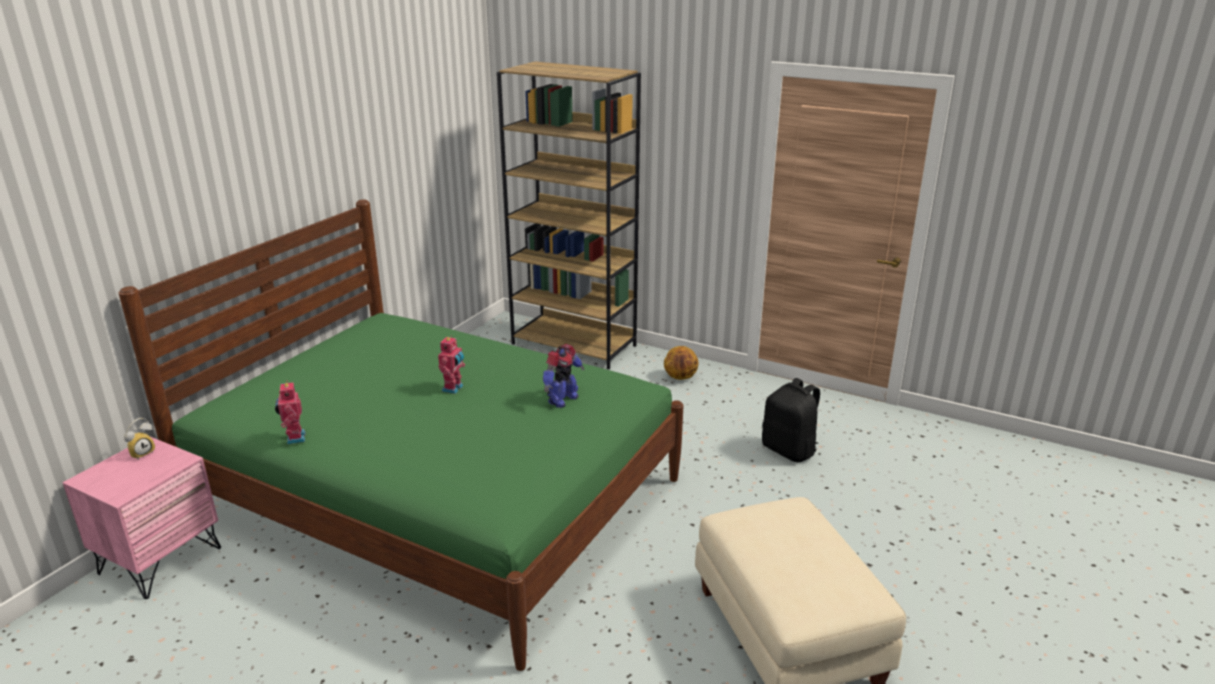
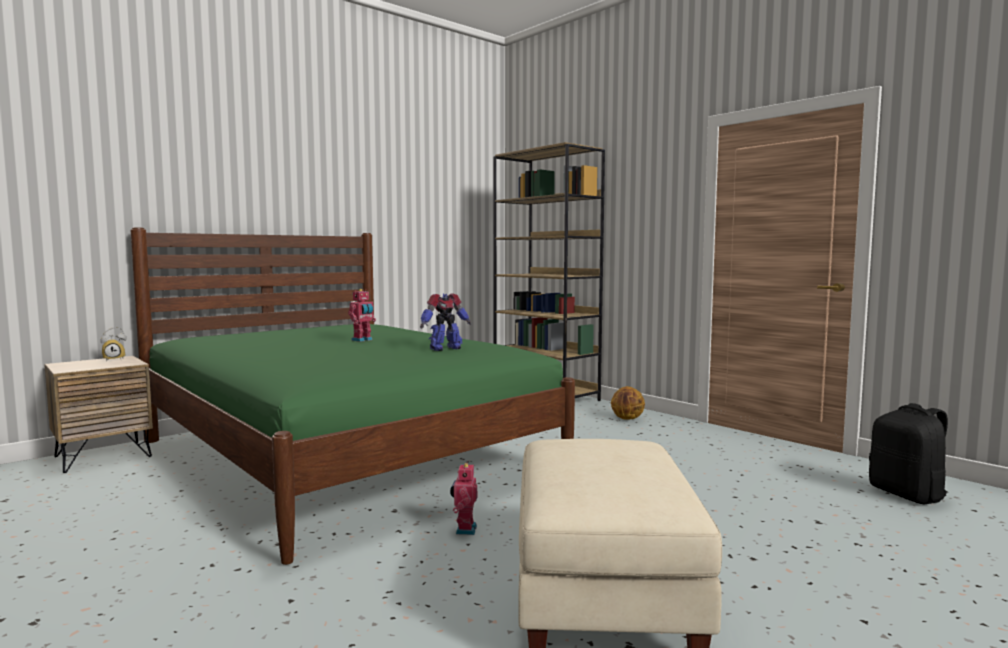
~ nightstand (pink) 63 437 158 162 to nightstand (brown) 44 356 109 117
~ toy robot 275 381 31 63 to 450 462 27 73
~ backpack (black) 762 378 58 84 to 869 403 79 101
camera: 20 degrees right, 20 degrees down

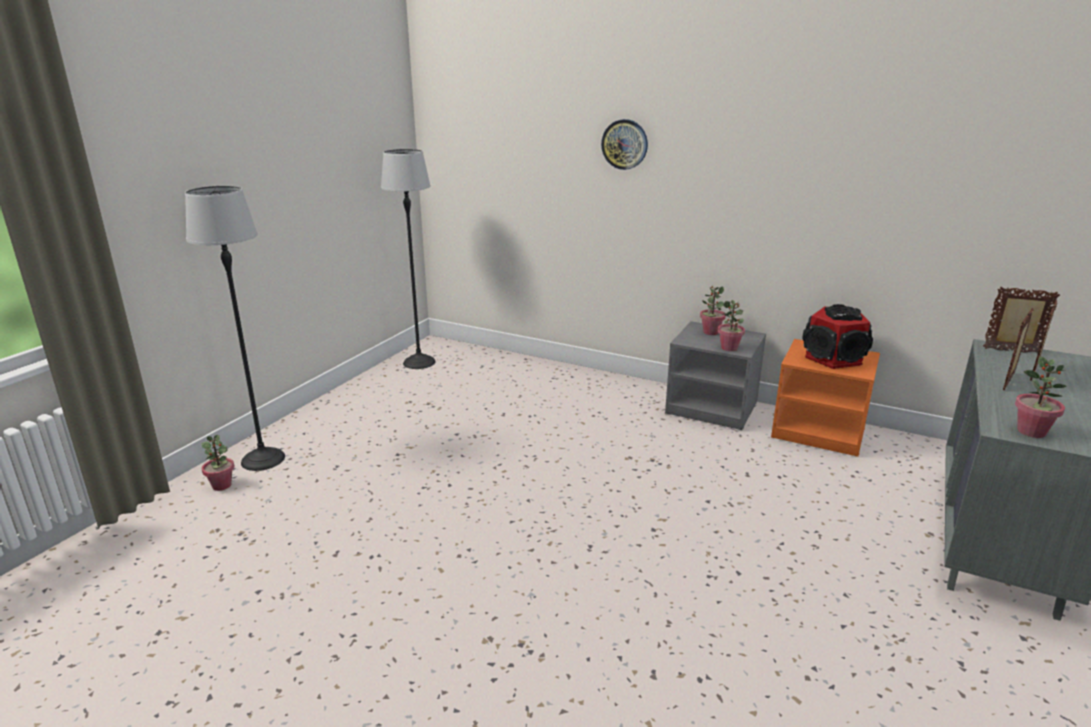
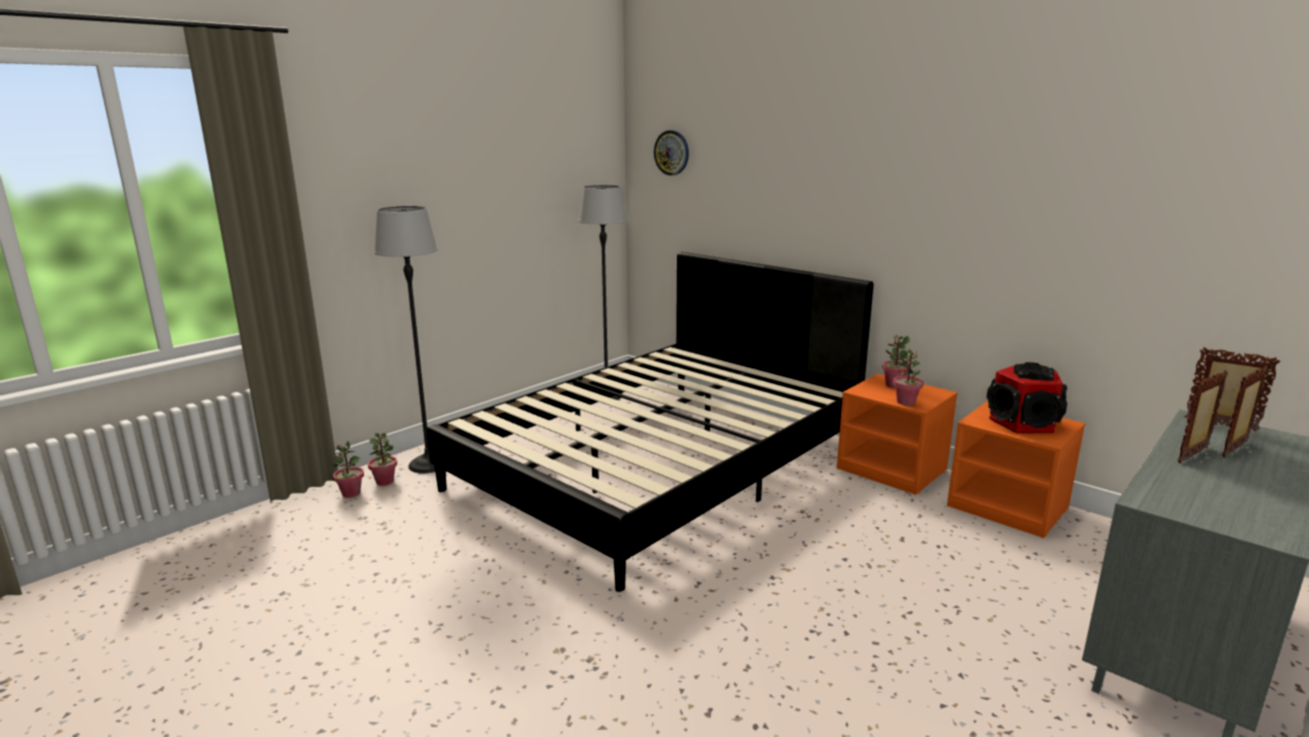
~ potted plant 1015 356 51 82 to 332 440 32 58
+ bed (black) 427 252 447 340
~ wall clock 601 119 47 51 to 654 130 35 46
~ nightstand (grey) 665 321 101 109 to nightstand (orange) 837 374 121 121
camera: 15 degrees right, 5 degrees down

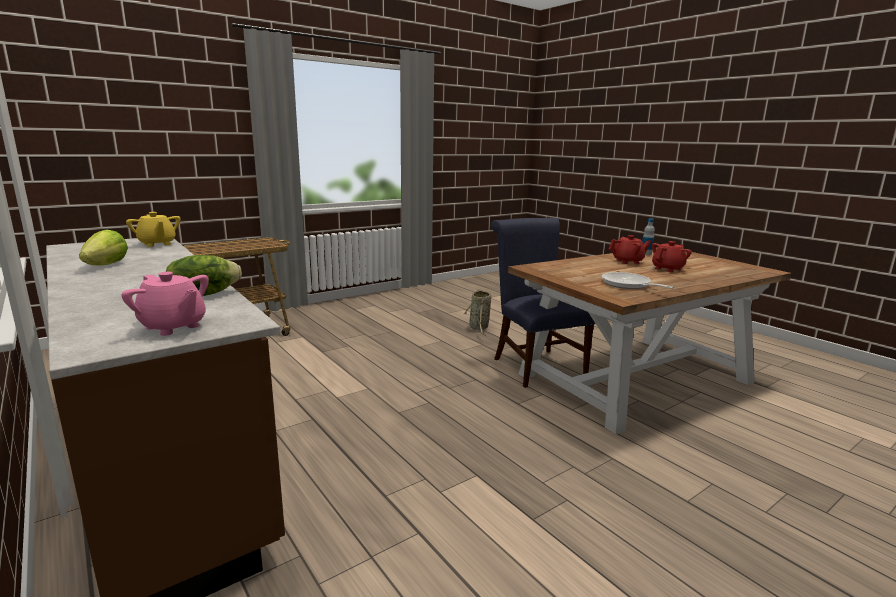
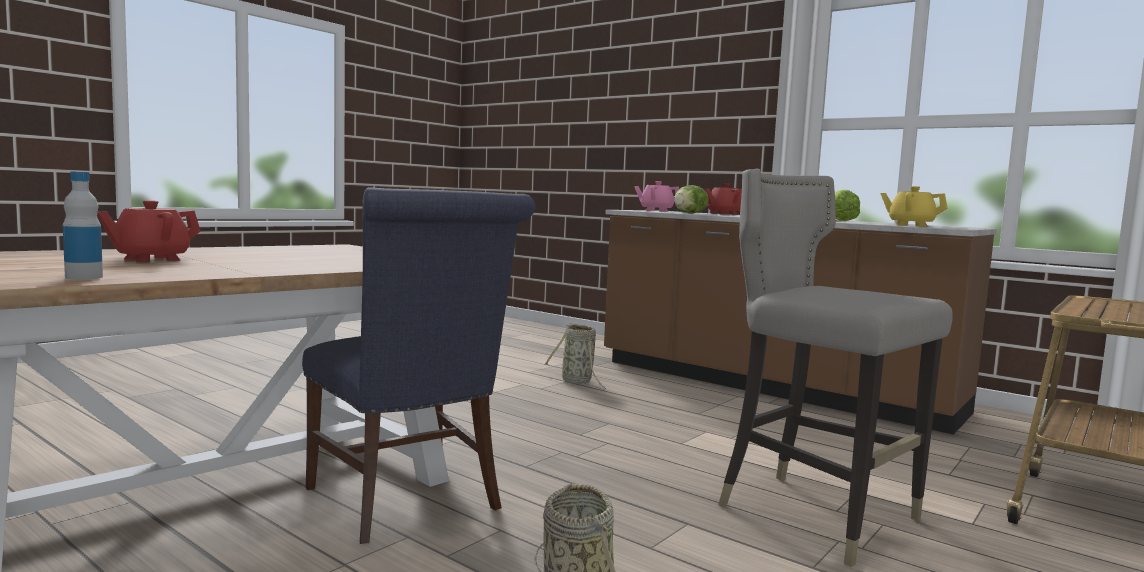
+ basket 544 323 62 67
~ teapot (red) 609 235 42 29 to 704 183 38 32
+ stool (grey) 718 169 235 398
- frying pan 602 272 72 17
camera: 165 degrees right, 10 degrees down

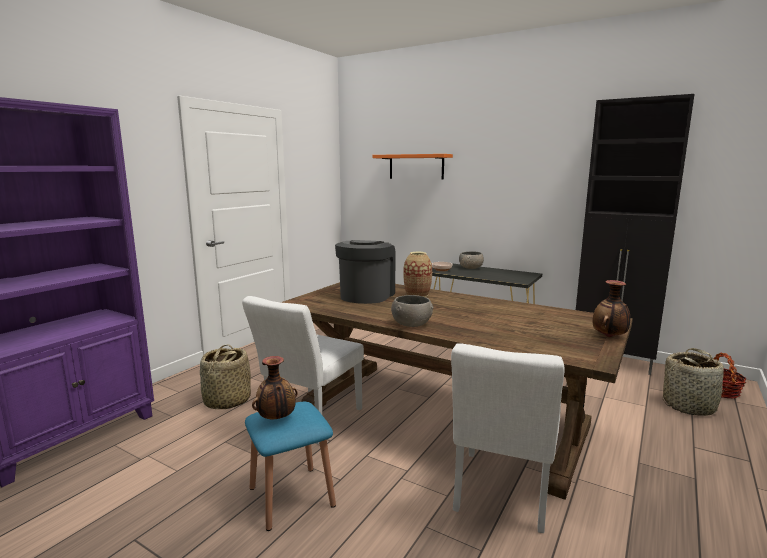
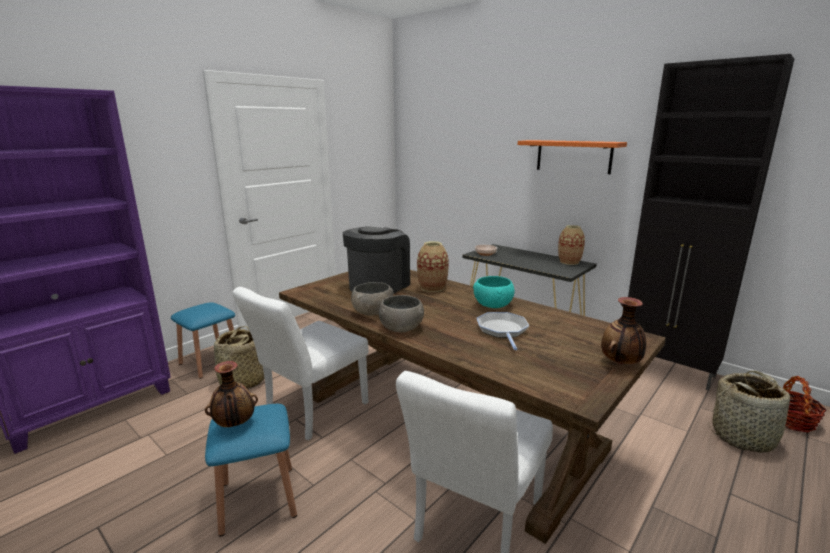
+ stool (blue) 171 302 64 77
~ bowl (grey) 459 251 25 18 to 351 282 43 33
+ bowl (turquoise) 473 276 42 32
+ frying pan 477 312 52 38
~ shelf (orange) 372 154 81 25 to 518 140 109 34
+ vase 558 225 27 40
camera: 10 degrees right, 5 degrees up

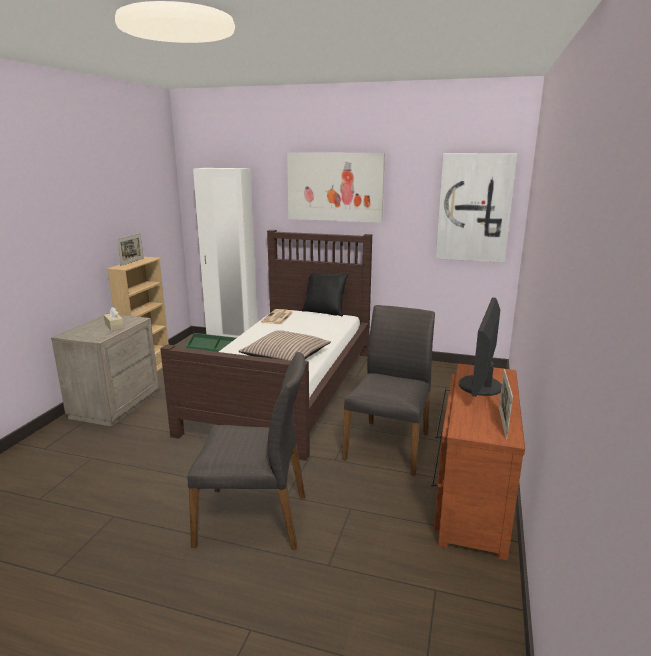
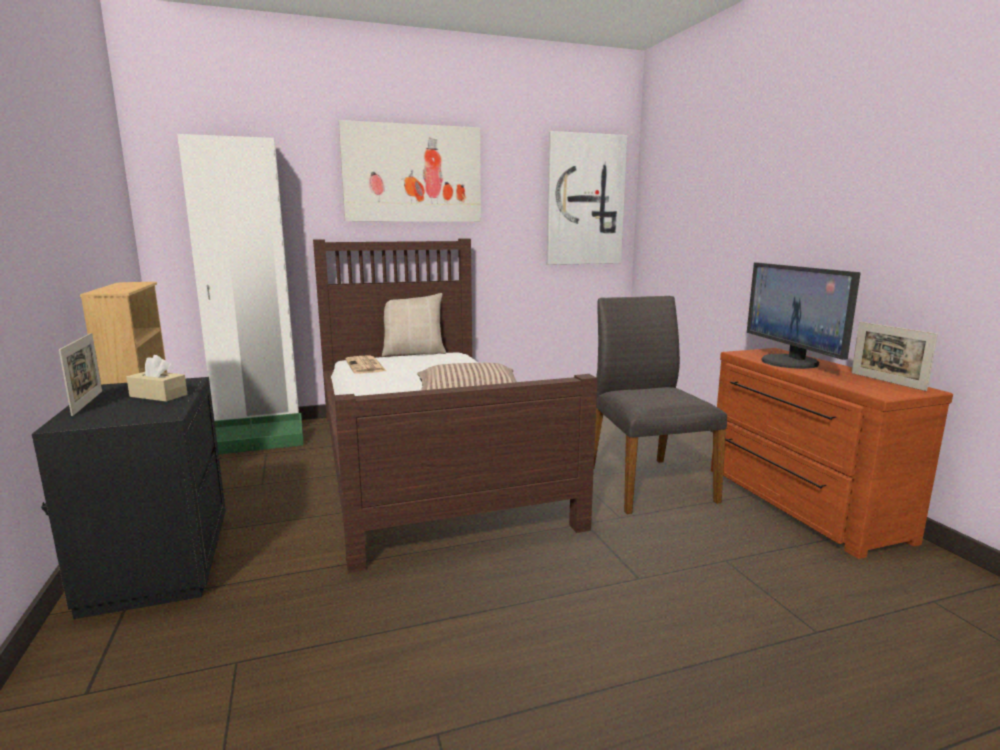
~ nightstand (beige) 51 314 108 112 to nightstand (black) 32 377 194 242
~ picture frame 117 233 27 33 to 59 333 43 83
~ pillow (black) 302 273 46 43 to pillow (beige) 382 293 64 64
- chair (grey) 187 352 119 198
camera: 35 degrees left, 5 degrees down

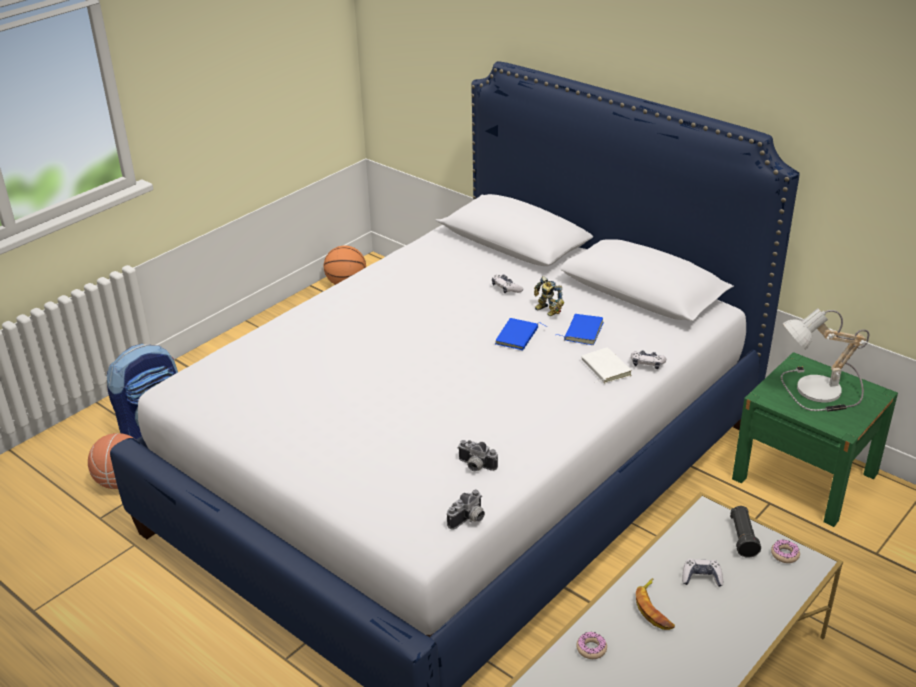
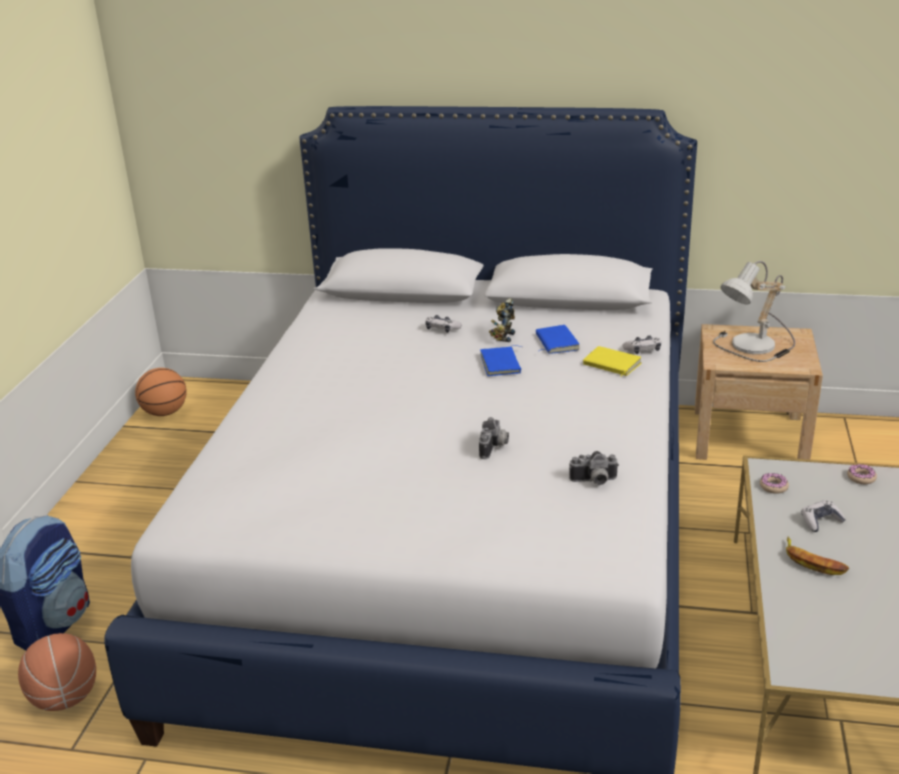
~ photo camera 447 489 38 40 to 479 417 30 42
~ toy robot 534 276 30 40 = 489 298 26 44 90 degrees clockwise
~ book (white) 581 347 51 36 to book (yellow) 583 346 59 31
~ nightstand (green) 732 352 166 175 to nightstand (beige) 695 324 128 136
~ donut 576 632 31 27 to 760 473 29 21
- flashlight (black) 730 506 31 52
camera: 30 degrees left, 5 degrees down

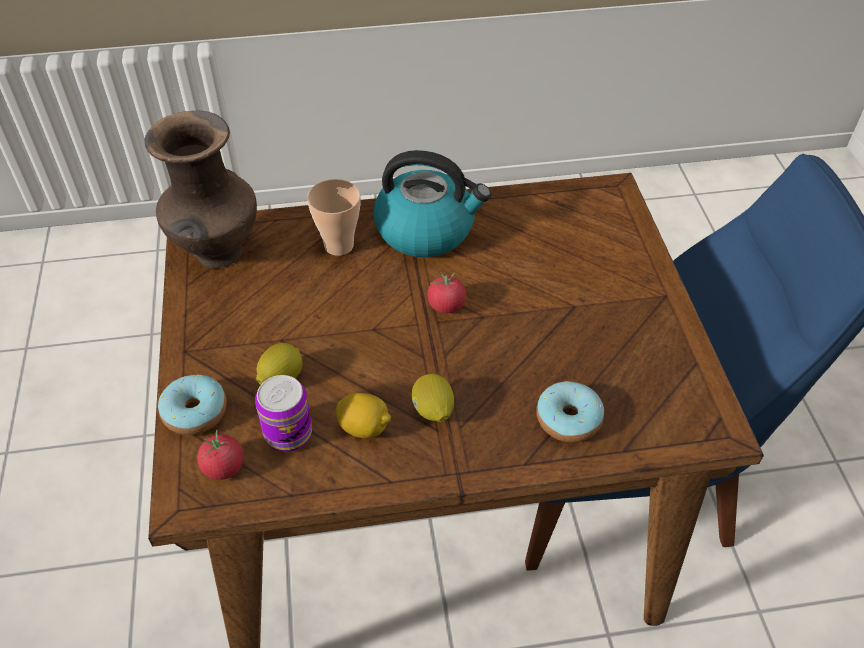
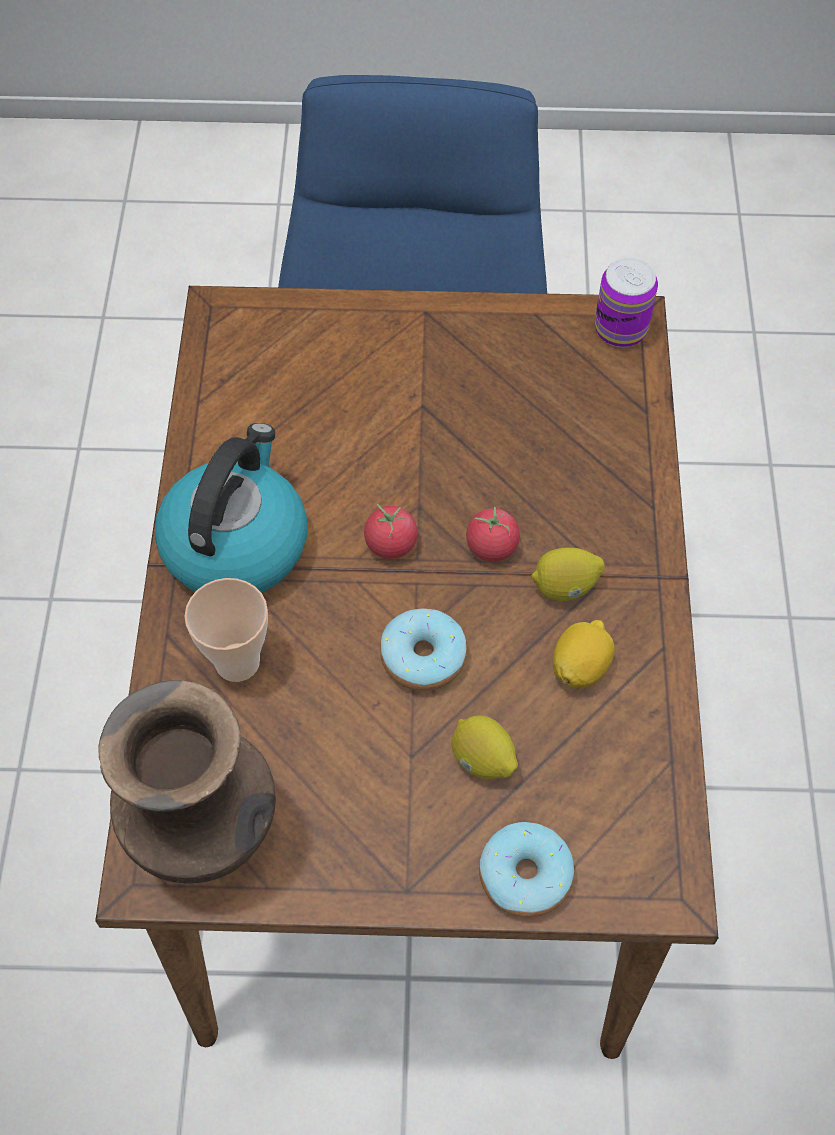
~ donut 536 381 68 61 to 380 608 87 83
~ tomato 197 430 47 50 to 466 507 54 55
~ can 255 375 57 77 to 595 258 63 89
camera: 80 degrees left, 10 degrees up

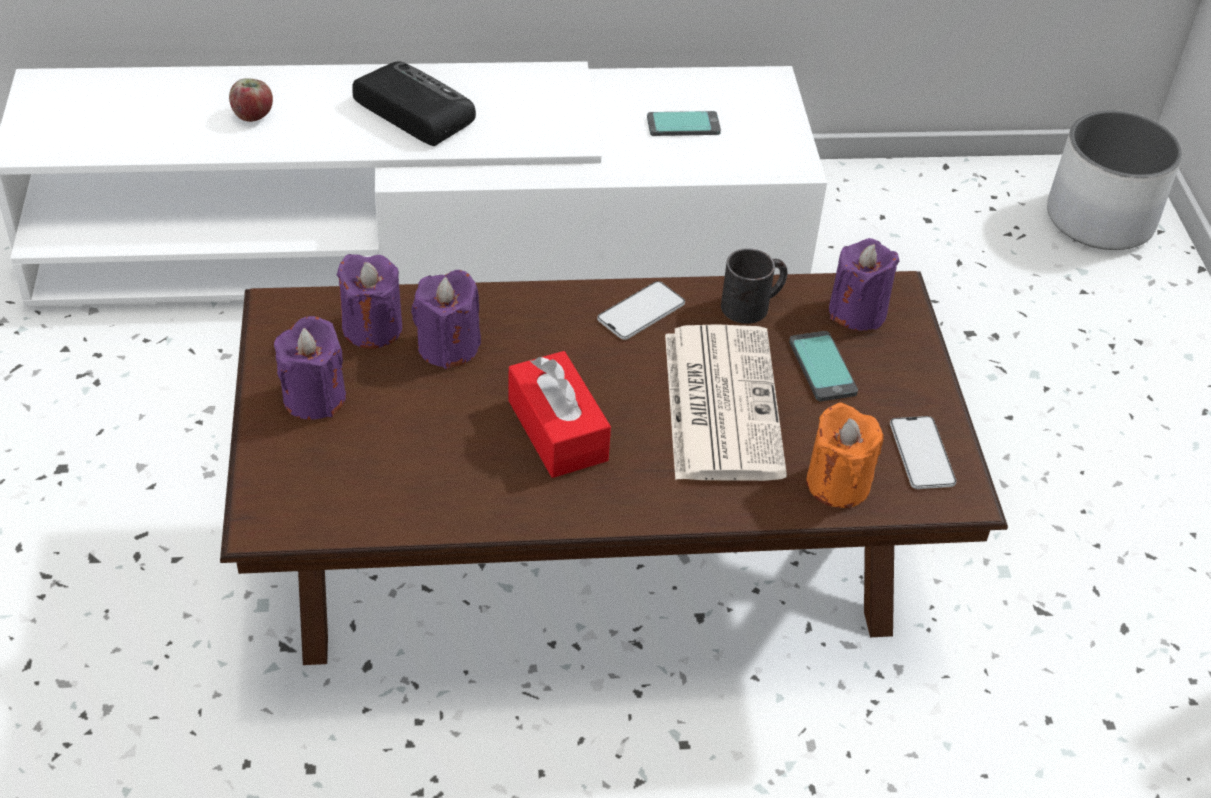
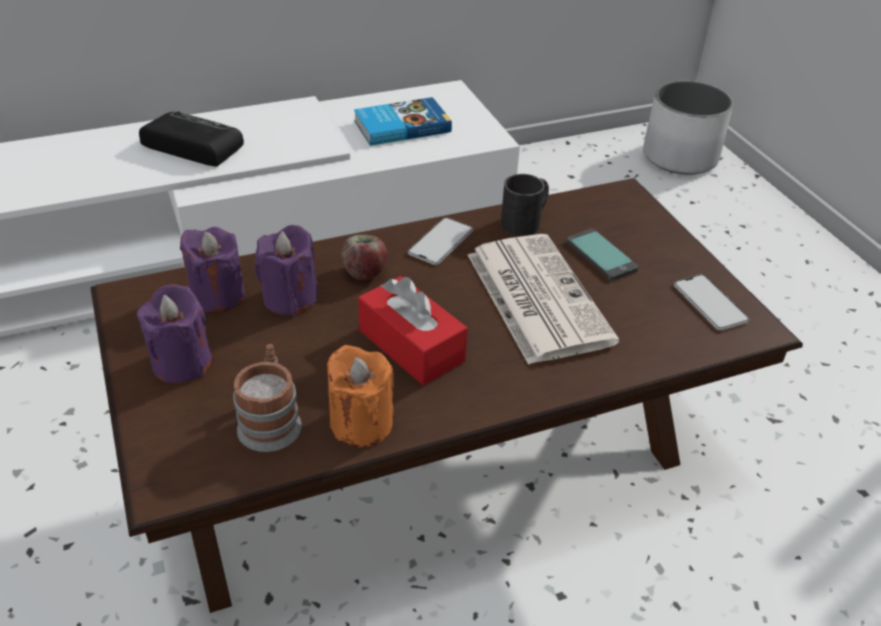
+ mug 233 344 68 108
~ candle (orange) 806 402 78 106 to 327 345 67 102
~ apple 229 78 44 44 to 341 235 46 45
~ phone 647 111 74 25 to book 354 97 98 49
- candle (purple) 829 238 71 93
camera: 15 degrees left, 5 degrees down

